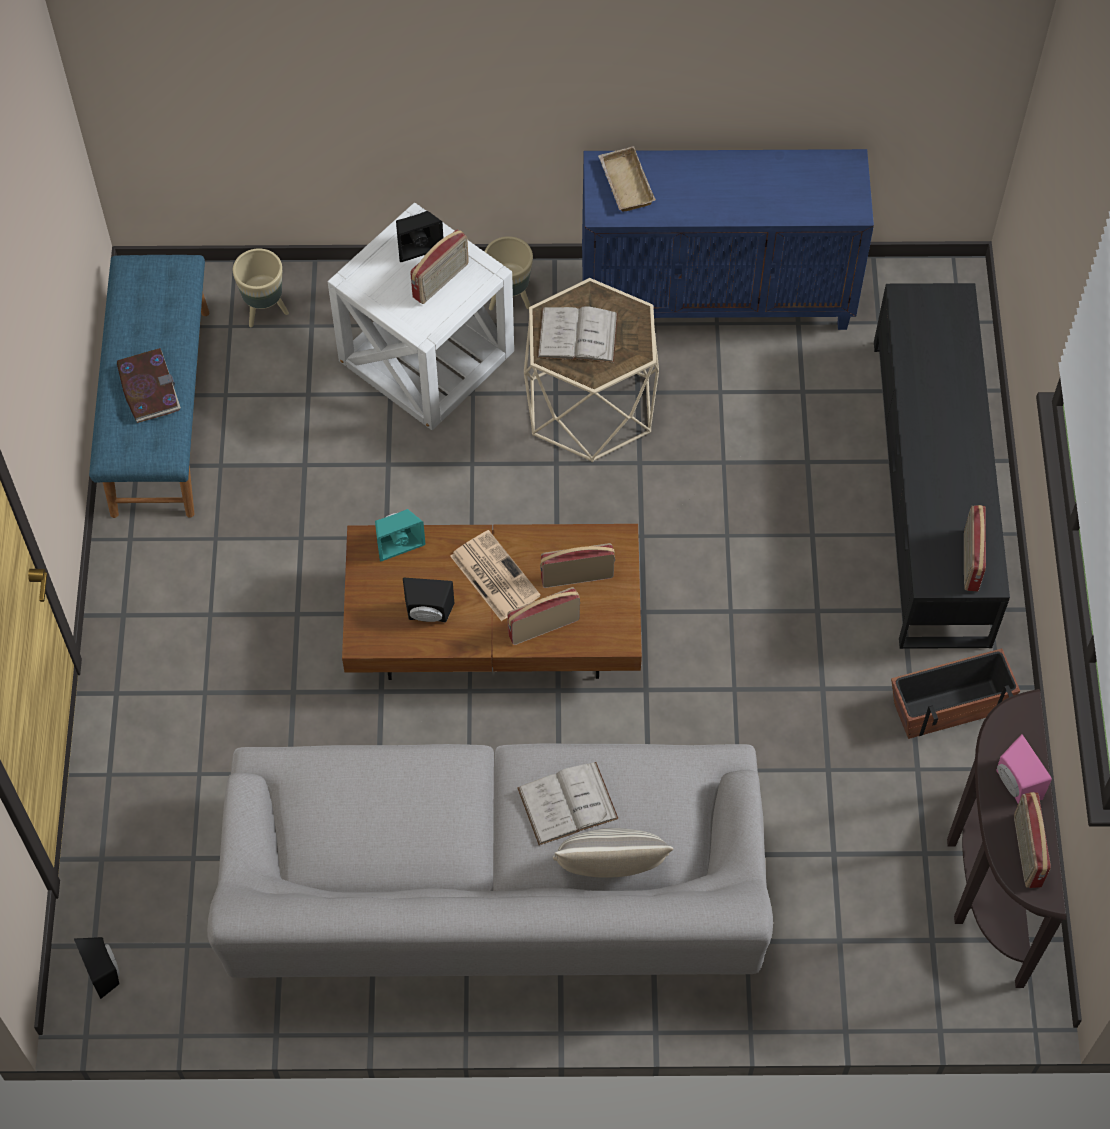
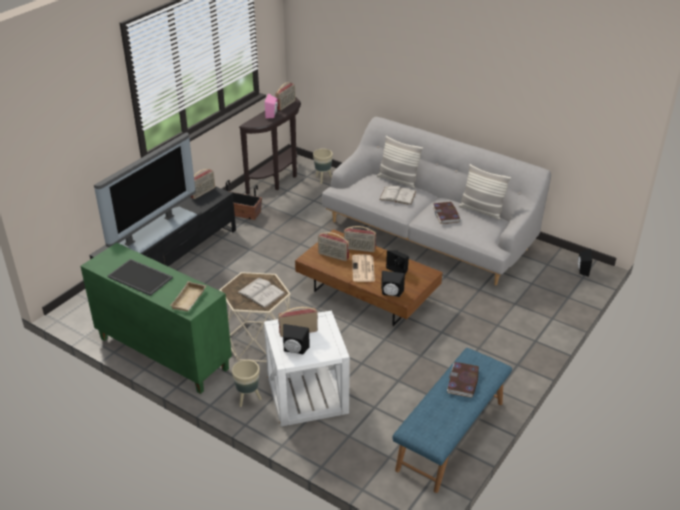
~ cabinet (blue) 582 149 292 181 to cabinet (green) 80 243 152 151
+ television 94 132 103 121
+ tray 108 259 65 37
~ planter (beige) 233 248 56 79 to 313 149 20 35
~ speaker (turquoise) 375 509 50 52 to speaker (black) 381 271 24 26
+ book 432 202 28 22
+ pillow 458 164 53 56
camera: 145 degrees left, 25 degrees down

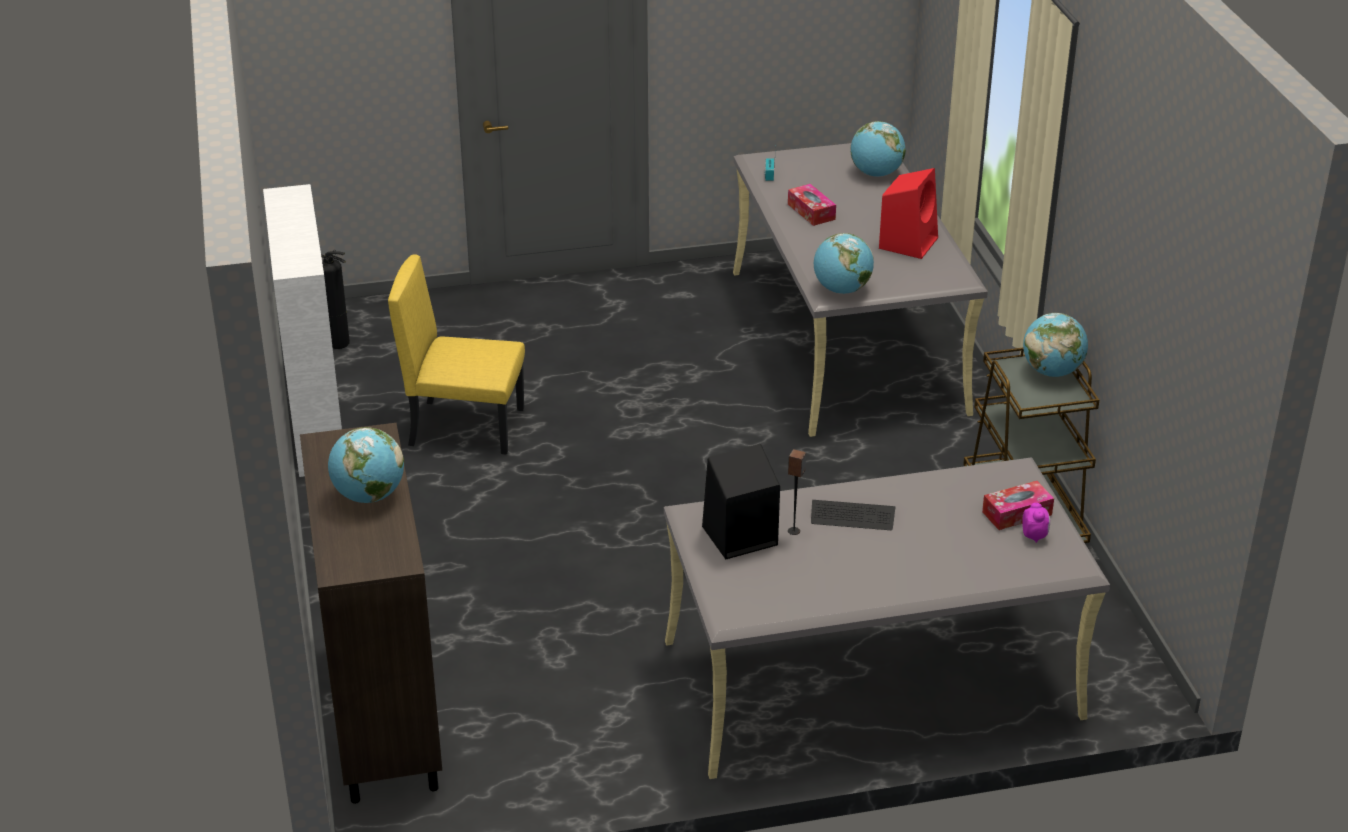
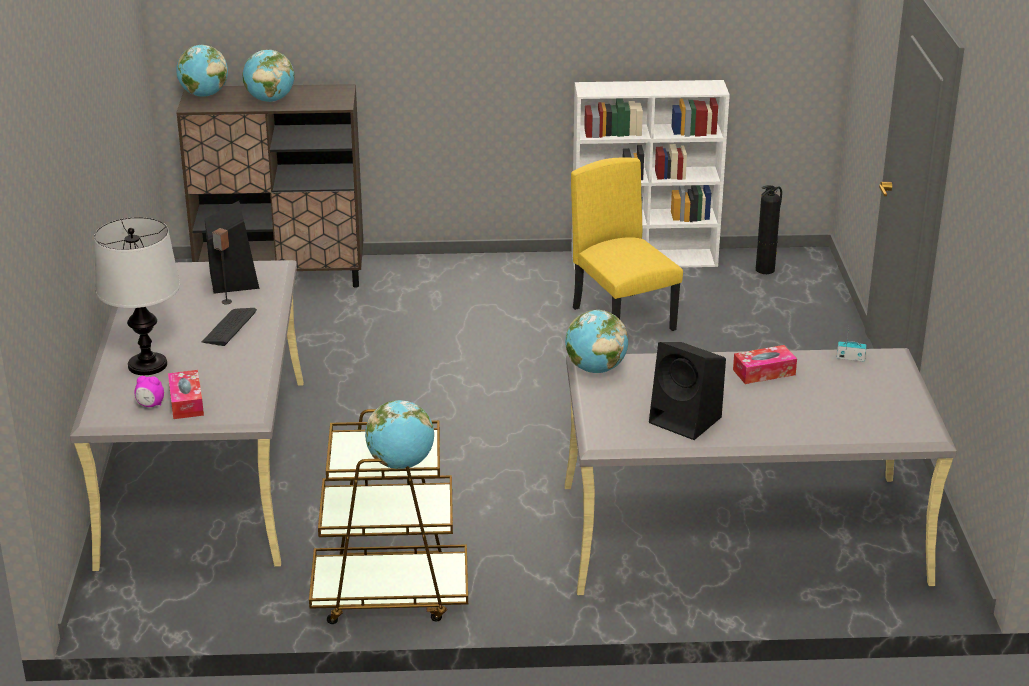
+ table lamp 94 217 86 158
~ globe 851 121 55 56 to 176 45 52 52
~ chair (yellow) 388 254 137 201 = 571 157 112 174 45 degrees counterclockwise
~ speaker (red) 879 168 59 91 to speaker (black) 649 342 77 98
camera: 100 degrees right, 5 degrees down

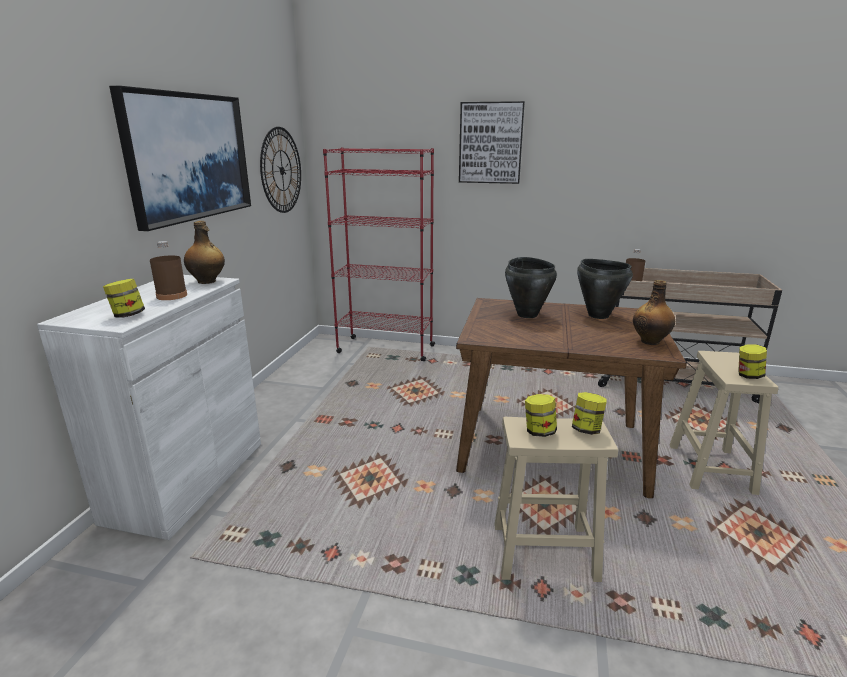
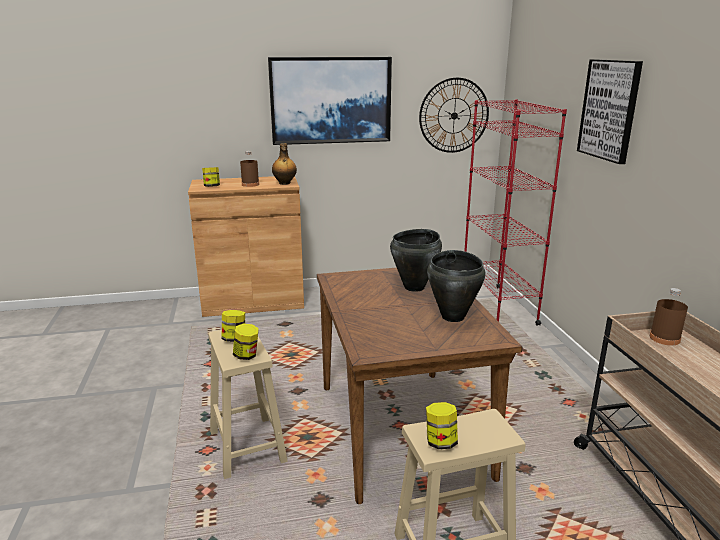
~ cabinet (white) 37 275 224 265 to cabinet (brown) 188 176 116 141
- bottle 633 280 42 65
camera: 65 degrees right, 0 degrees up

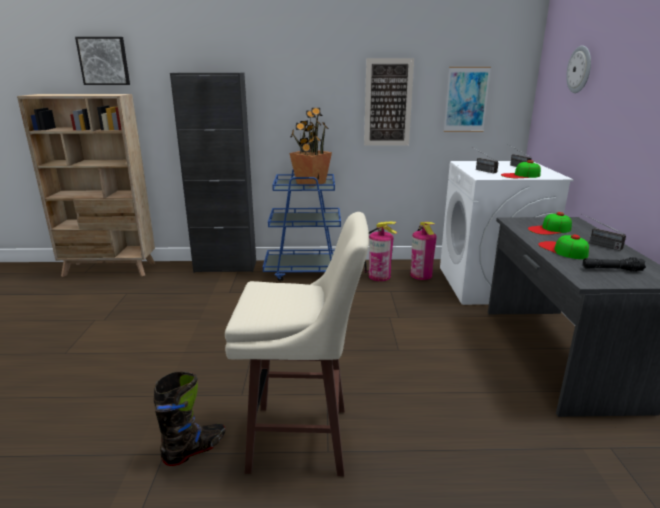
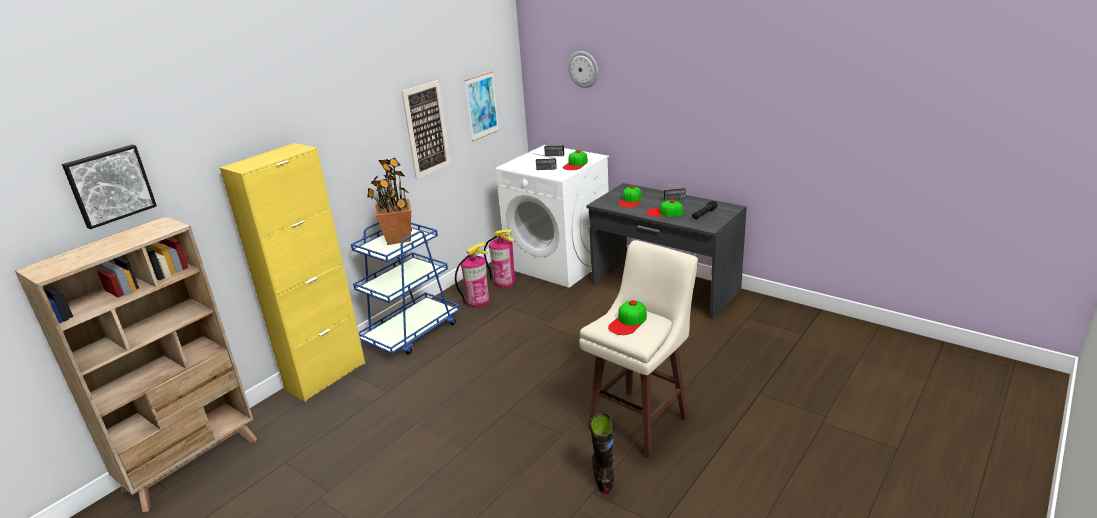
~ cabinet (black) 170 73 86 200 to cabinet (yellow) 220 143 145 259
+ cap 608 300 39 35
camera: 50 degrees left, 5 degrees up

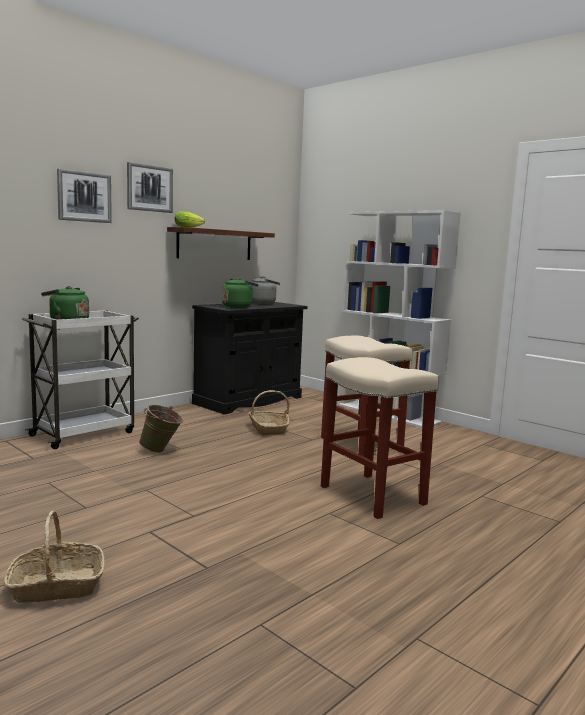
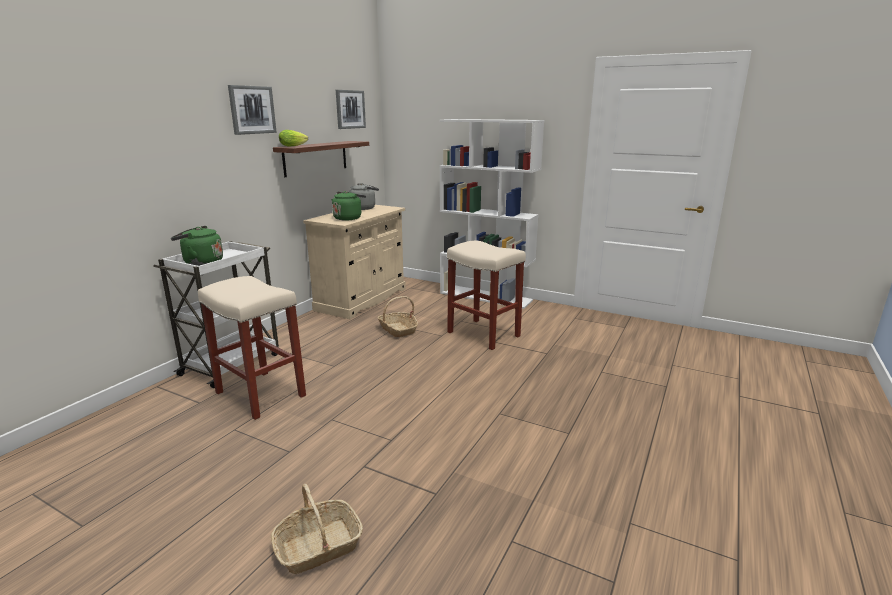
~ stool (beige) 321 357 118 162 to 198 276 108 144
~ cabinet (black) 192 302 116 113 to cabinet (beige) 303 205 103 114
~ picture 57 169 55 54 to 336 90 30 39
- bucket (green) 139 405 44 48
camera: 15 degrees left, 10 degrees up

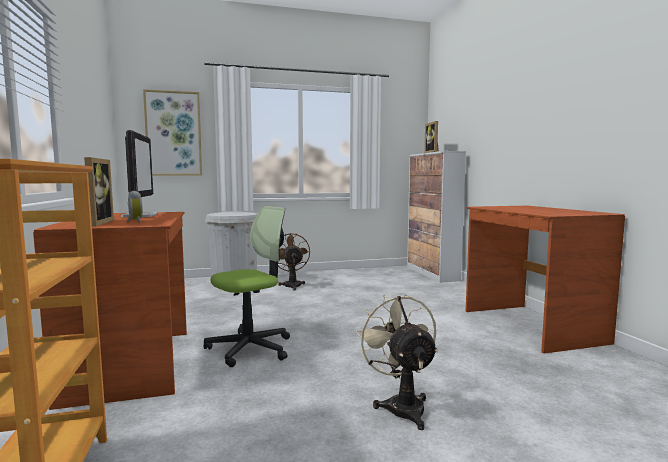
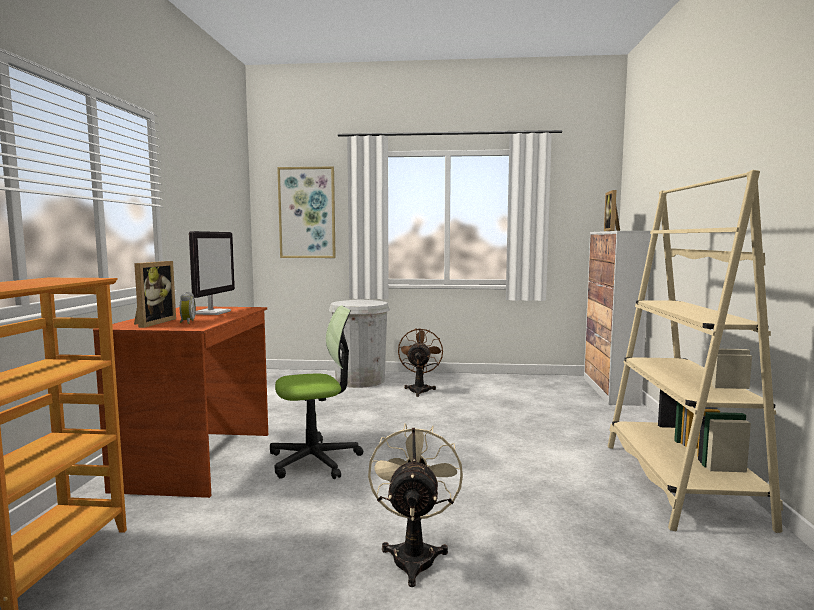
~ desk (brown) 466 206 159 148 to bookcase (beige) 608 170 175 363
camera: 20 degrees right, 0 degrees up

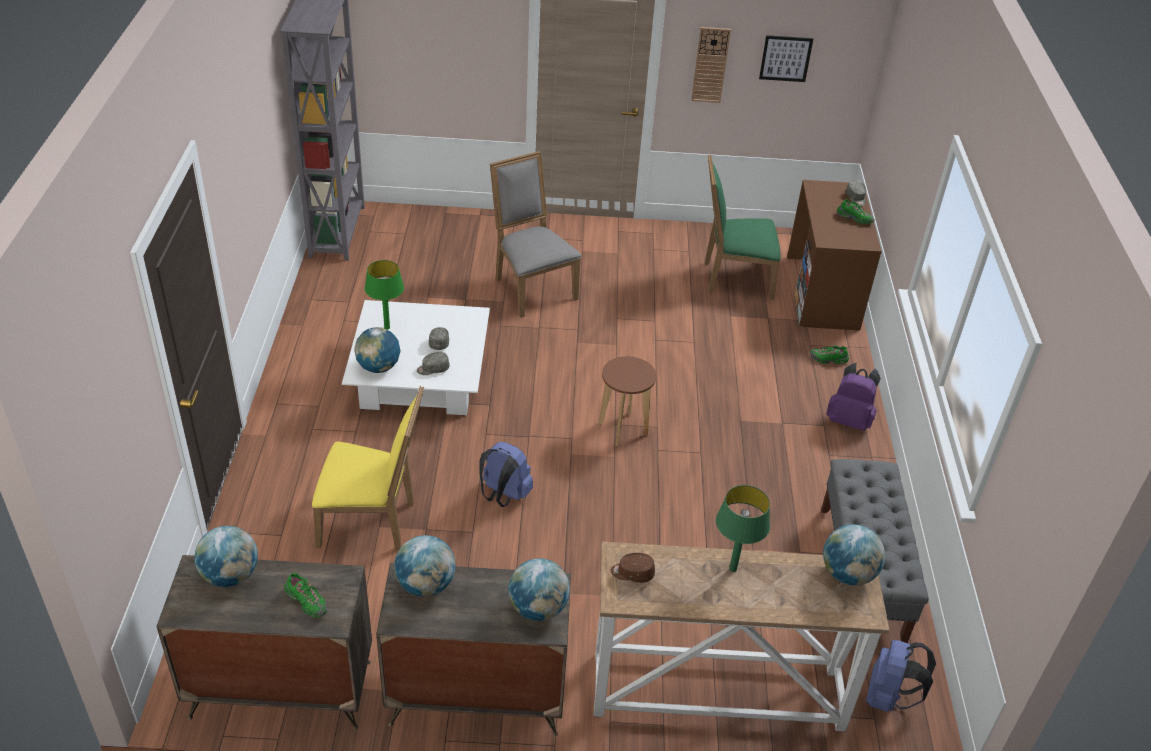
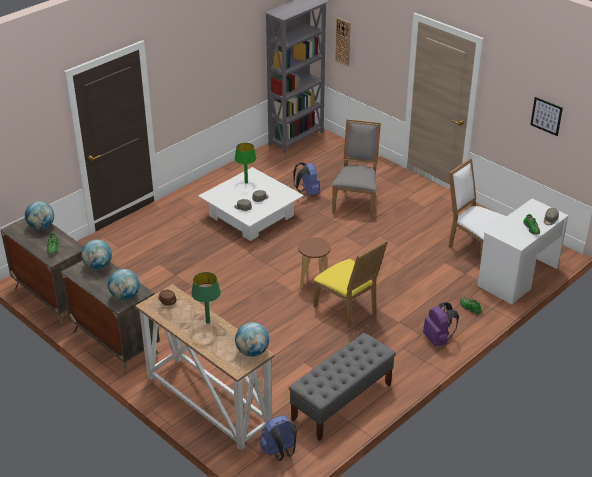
~ backpack (blue) 479 442 54 65 to 293 162 27 34
~ chair (yellow) 312 386 112 165 to 313 240 75 88
~ wall clock 691 27 40 76 to 335 17 16 49
~ chair (green) 705 154 76 146 to chair (white) 448 158 58 104
~ desk (brown) 787 180 95 151 to desk (white) 477 198 92 107
- globe 354 327 46 46
camera: 45 degrees right, 5 degrees down

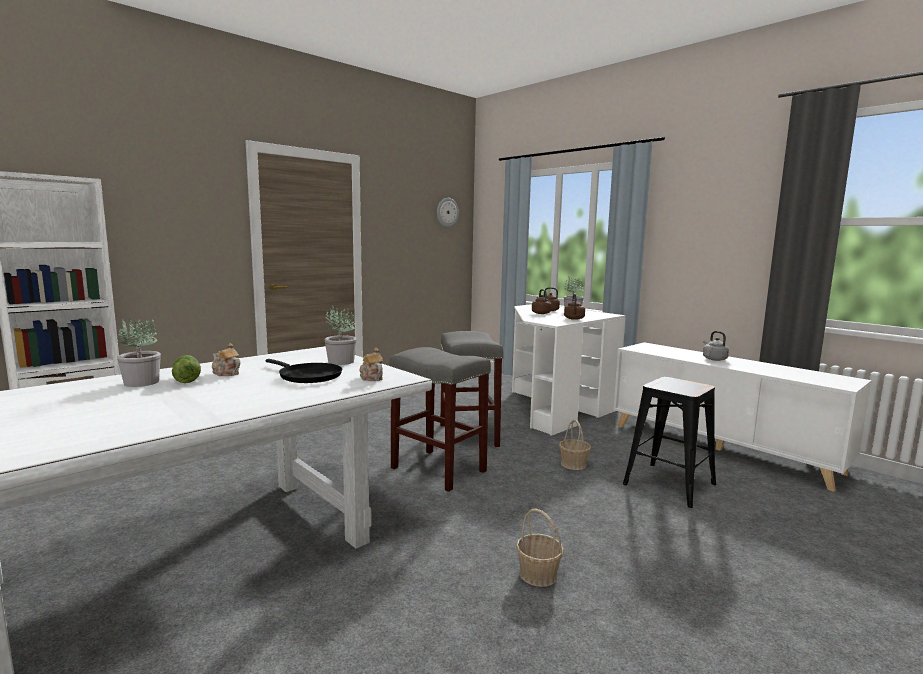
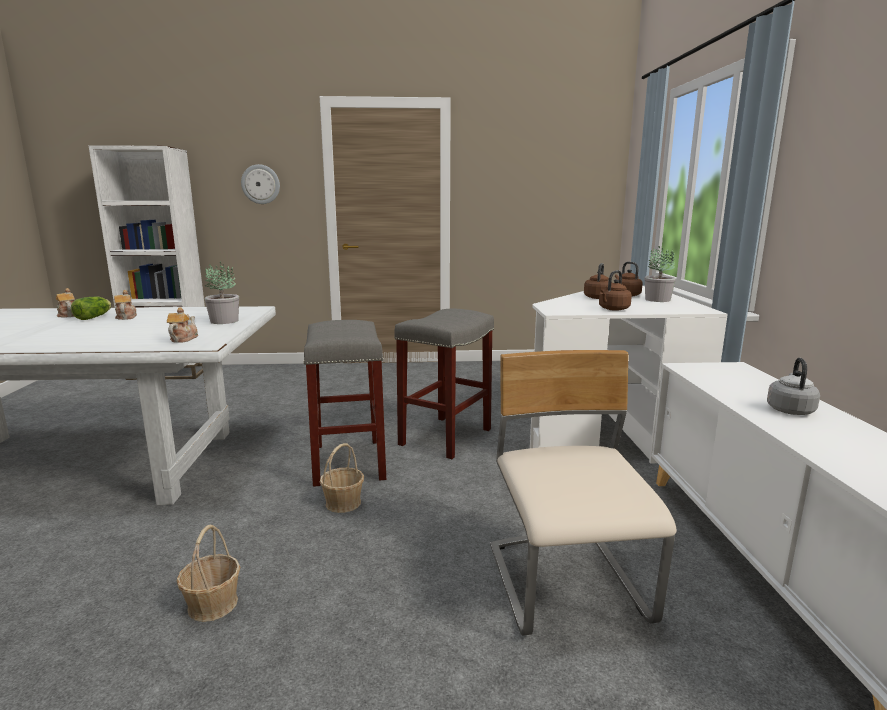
~ potted plant 117 318 44 69 to teapot 56 288 19 29
~ wall clock 437 198 22 29 to 241 164 39 40
~ basket 559 420 32 50 to 320 443 44 70
~ stool (black) 623 377 93 131 to chair (beige) 490 350 186 285
- frying pan (black) 266 359 76 24
camera: 40 degrees right, 5 degrees up

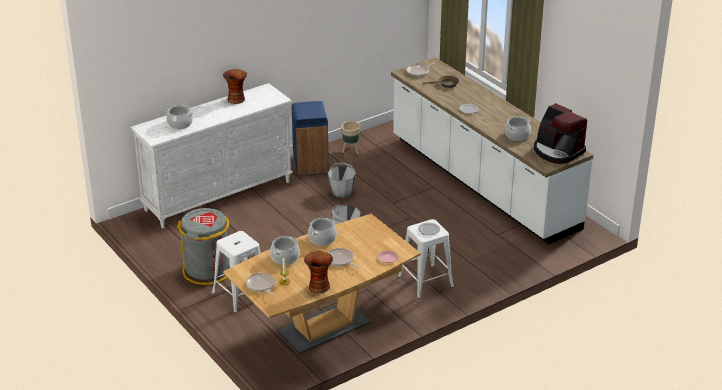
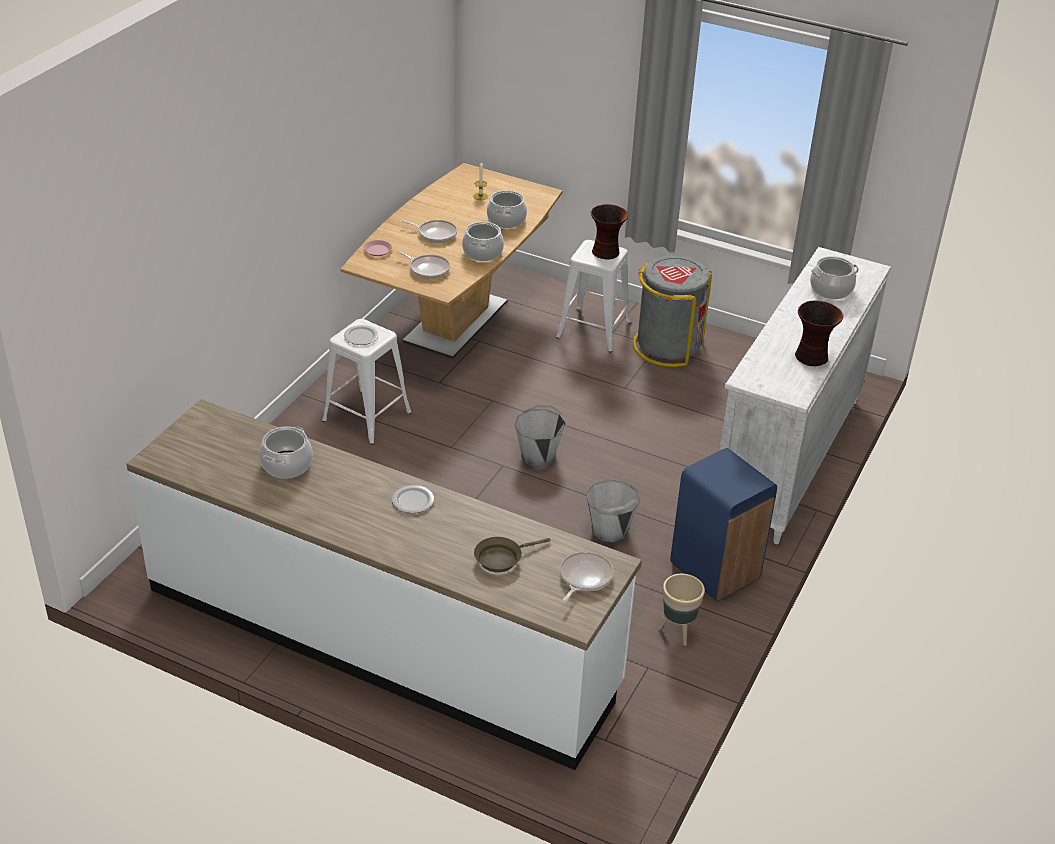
~ frying pan 246 273 29 24 to 397 251 53 28
~ vase 304 251 29 42 to 591 204 37 56
- coffee machine 534 103 53 61
camera: 150 degrees right, 5 degrees up

